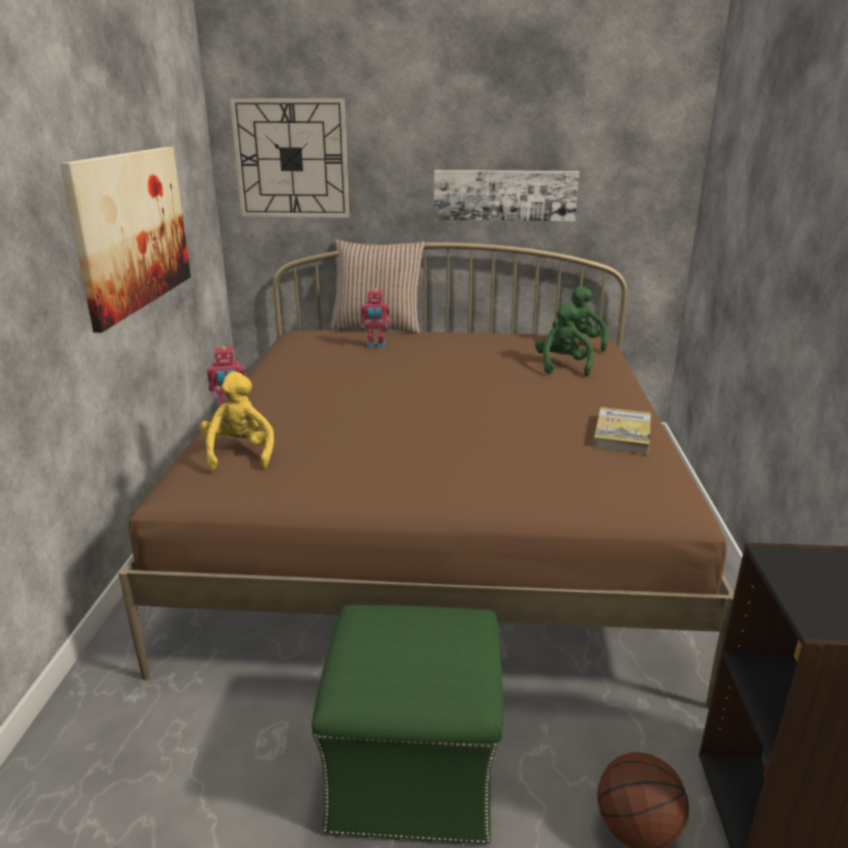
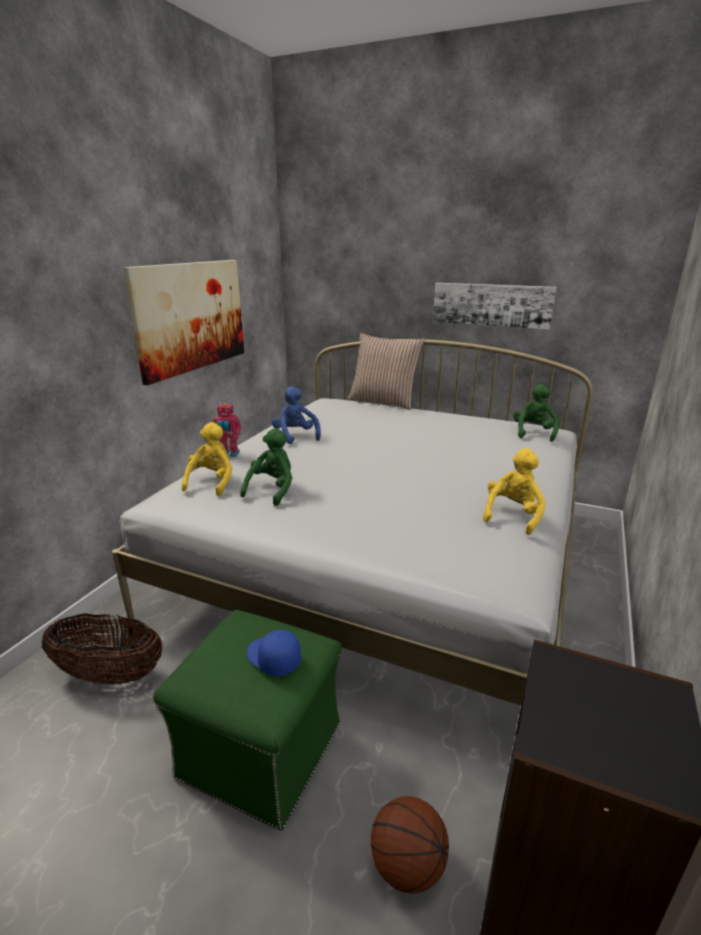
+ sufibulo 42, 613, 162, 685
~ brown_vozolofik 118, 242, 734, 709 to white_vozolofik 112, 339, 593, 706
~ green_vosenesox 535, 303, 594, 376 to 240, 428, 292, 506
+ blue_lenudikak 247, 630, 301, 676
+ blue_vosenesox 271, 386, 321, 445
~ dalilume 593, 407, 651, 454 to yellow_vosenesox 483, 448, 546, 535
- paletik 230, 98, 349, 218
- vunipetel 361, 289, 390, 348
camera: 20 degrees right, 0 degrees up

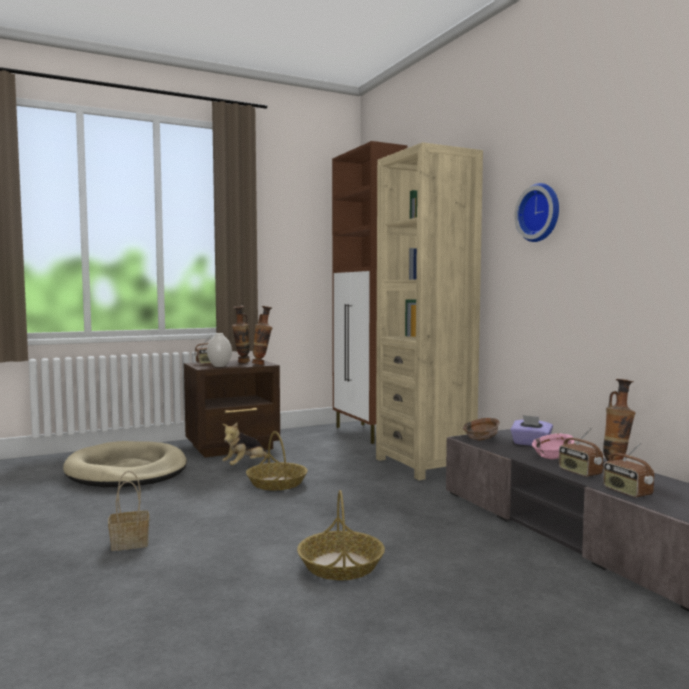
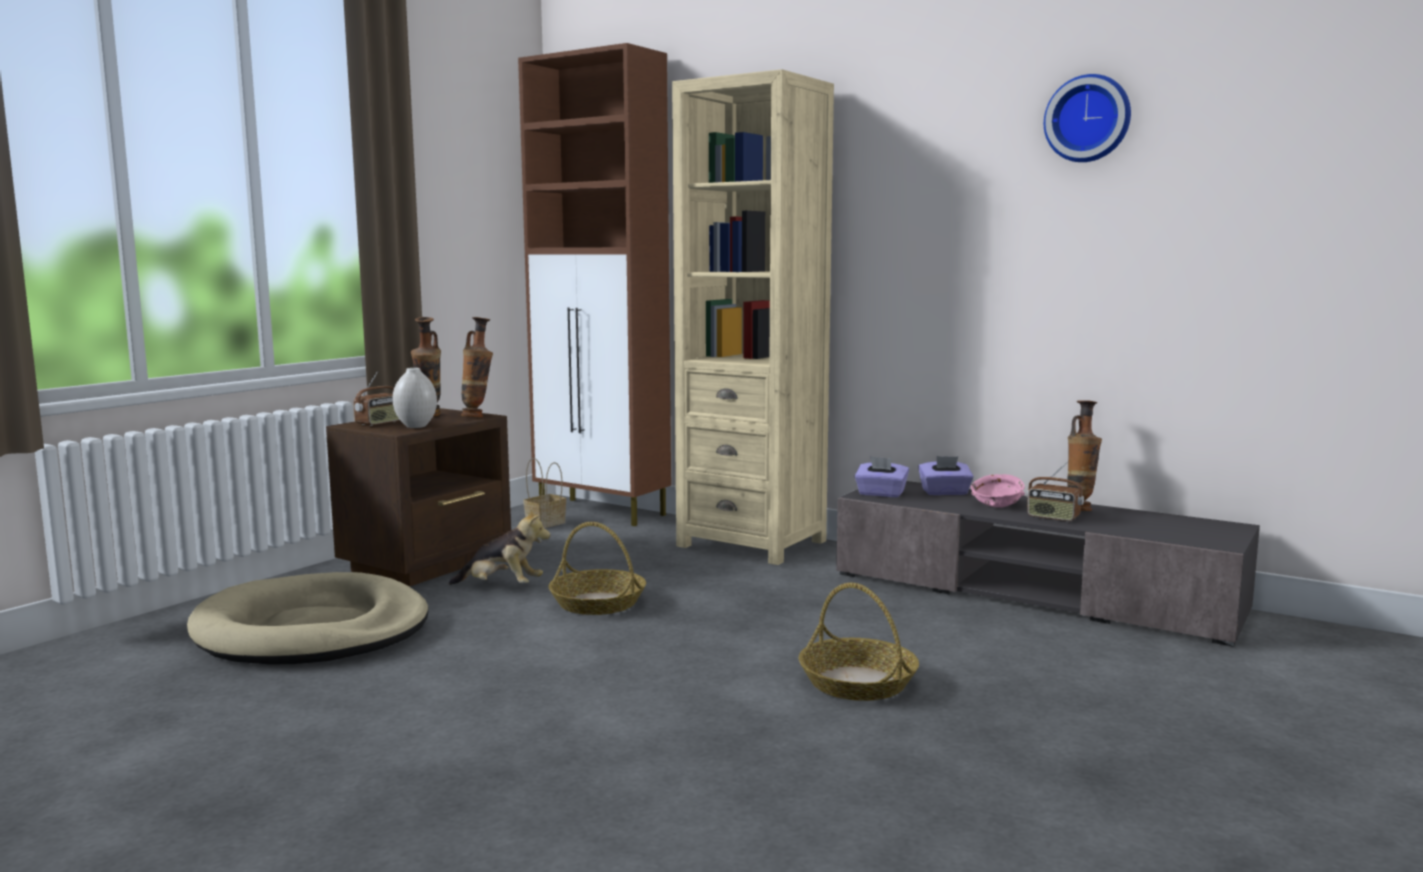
~ vosenesox 222, 423, 268, 465 = 449, 507, 551, 585 90 degrees counterclockwise
~ sufibulo 108, 471, 149, 551 to 523, 458, 566, 528
~ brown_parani 463, 418, 500, 440 to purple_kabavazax 855, 456, 909, 497
~ paletik 514, 183, 559, 242 to 1044, 74, 1131, 162
- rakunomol 603, 443, 654, 498
camera: 30 degrees left, 5 degrees up

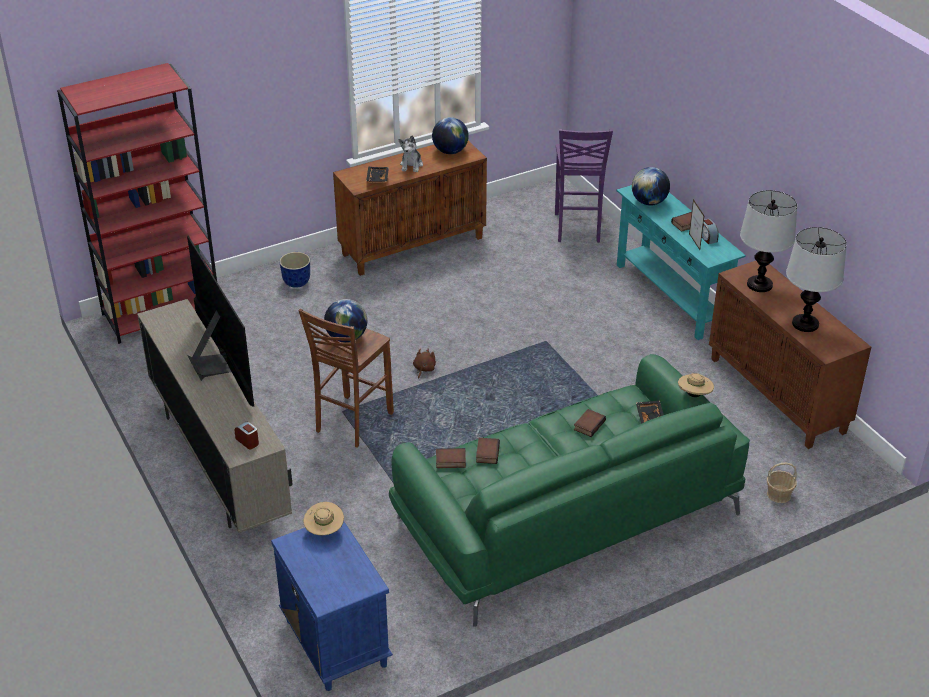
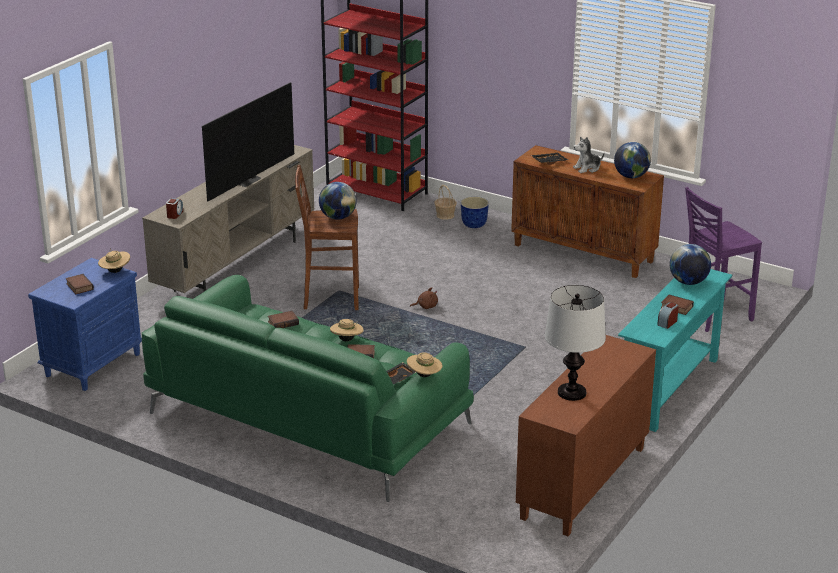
~ dalilume 436, 448, 466, 468 to 66, 274, 94, 294
+ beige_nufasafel 330, 319, 364, 341
~ sufibulo 767, 462, 797, 503 to 434, 185, 457, 220
- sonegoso 689, 199, 705, 250
- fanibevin 740, 190, 797, 292
camera: 60 degrees right, 10 degrees down

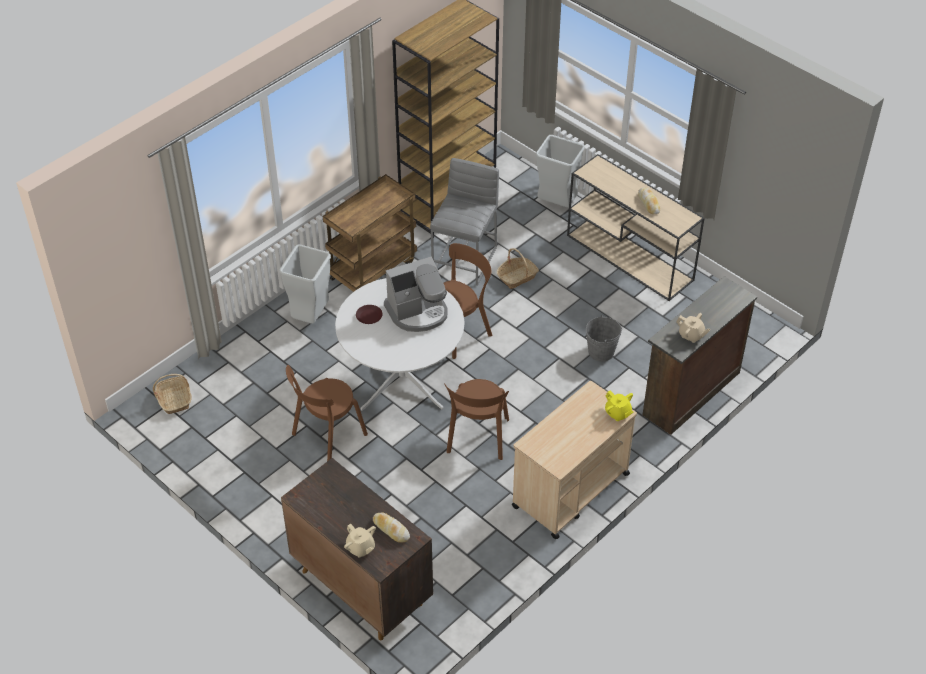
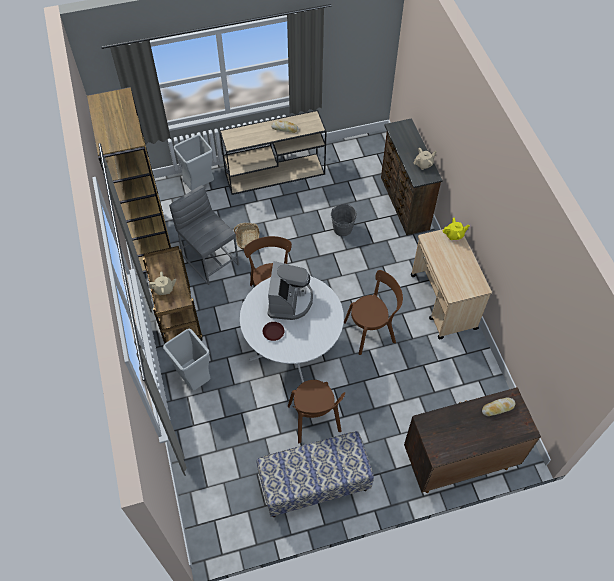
~ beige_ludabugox 344, 524, 376, 558 to 149, 271, 176, 295
+ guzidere 257, 431, 374, 517
~ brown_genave 444, 379, 509, 460 = 344, 270, 403, 355 60 degrees counterclockwise
- sufibulo 153, 374, 191, 414
camera: 60 degrees left, 10 degrees up

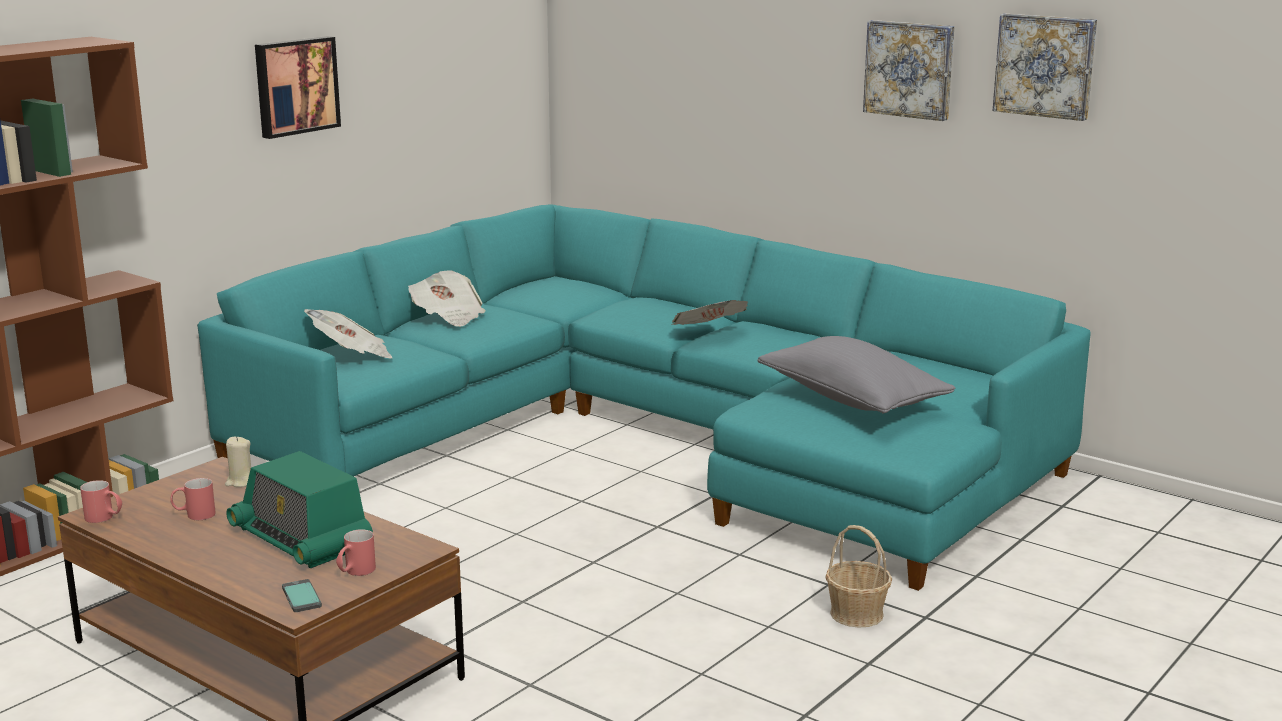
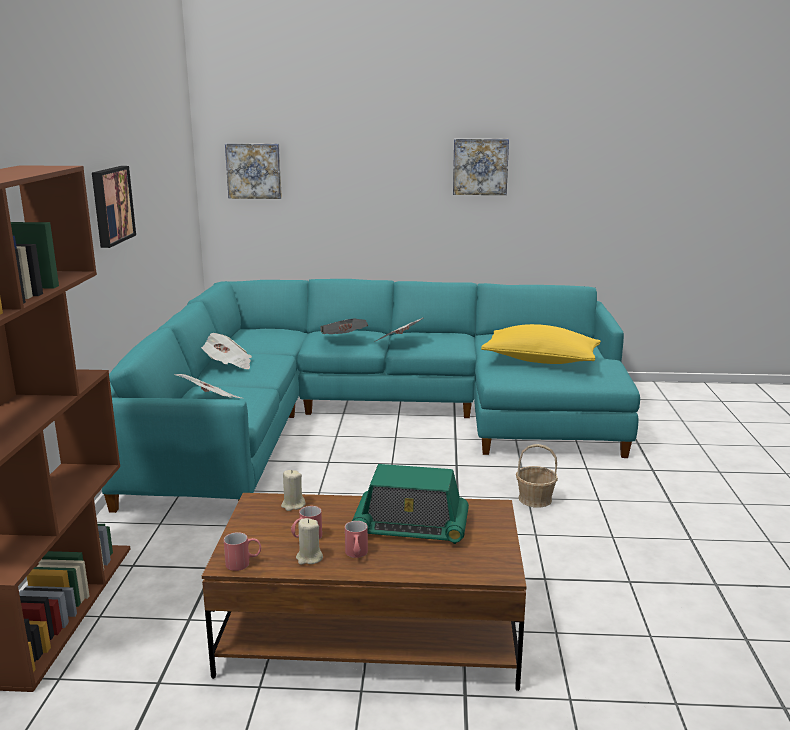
~ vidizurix 993, 13, 1097, 121 to 225, 143, 282, 199
+ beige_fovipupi 296, 518, 323, 565
+ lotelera 320, 319, 368, 334
~ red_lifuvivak 336, 529, 376, 576 to 345, 521, 368, 558
~ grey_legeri 757, 336, 955, 414 to yellow_legeri 481, 324, 601, 364
~ sufibulo 825, 525, 892, 628 to 516, 444, 558, 508
- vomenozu 282, 579, 322, 612
camera: 35 degrees left, 0 degrees up

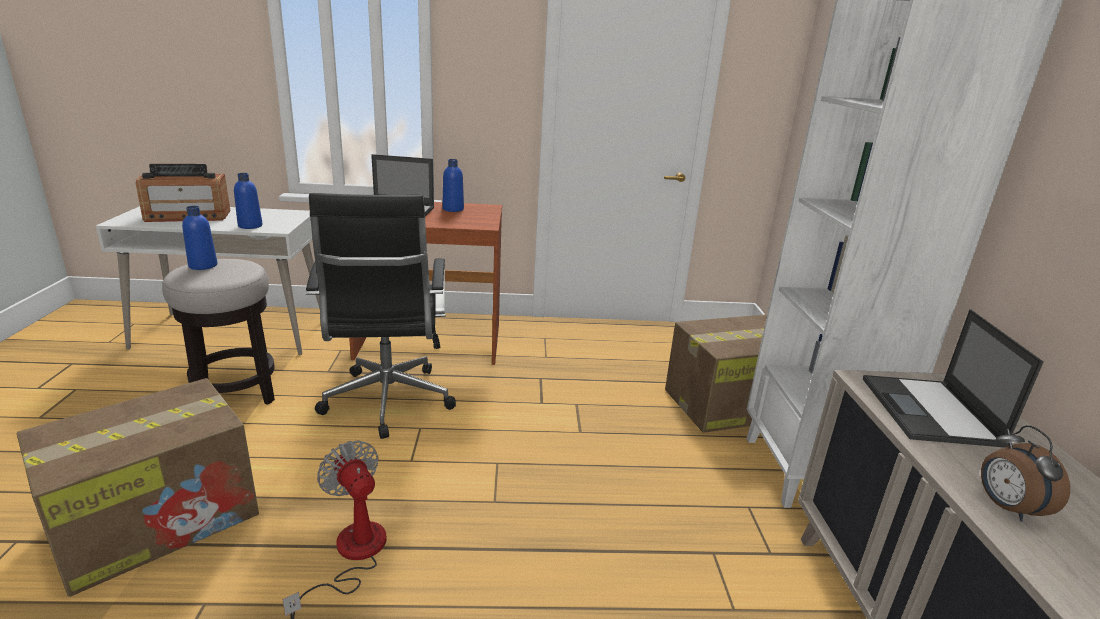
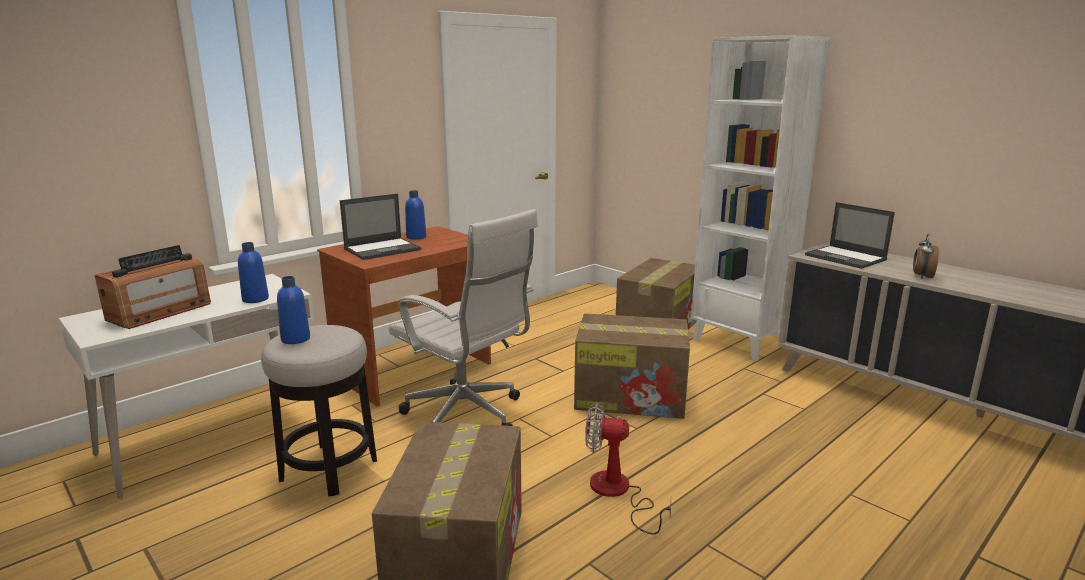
~ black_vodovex 305, 193, 456, 439 to white_vodovex 389, 209, 538, 426
+ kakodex 574, 313, 690, 419
~ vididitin 981, 425, 1070, 522 = 913, 234, 939, 279 75 degrees clockwise
camera: 40 degrees left, 5 degrees down

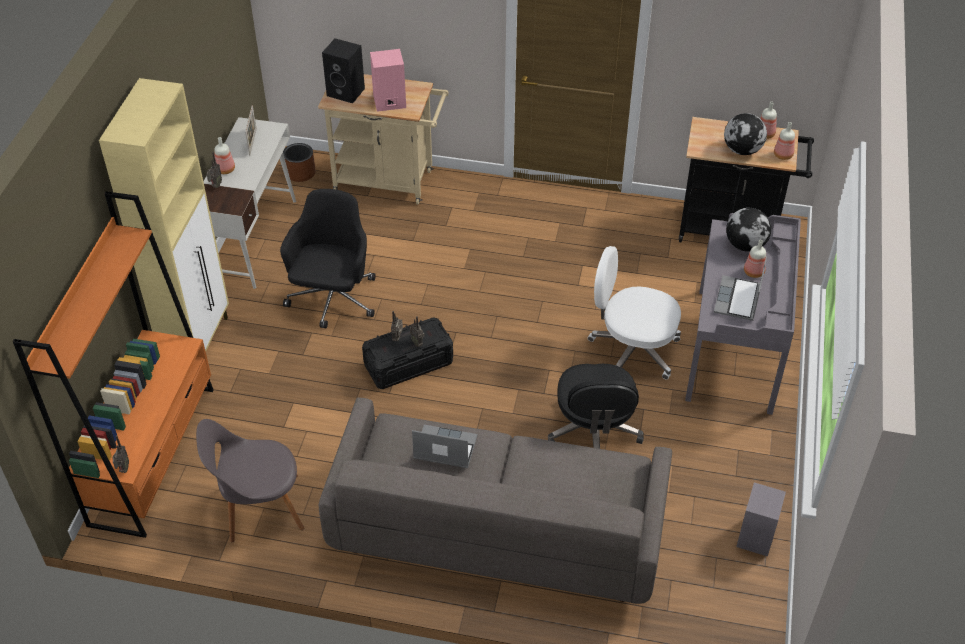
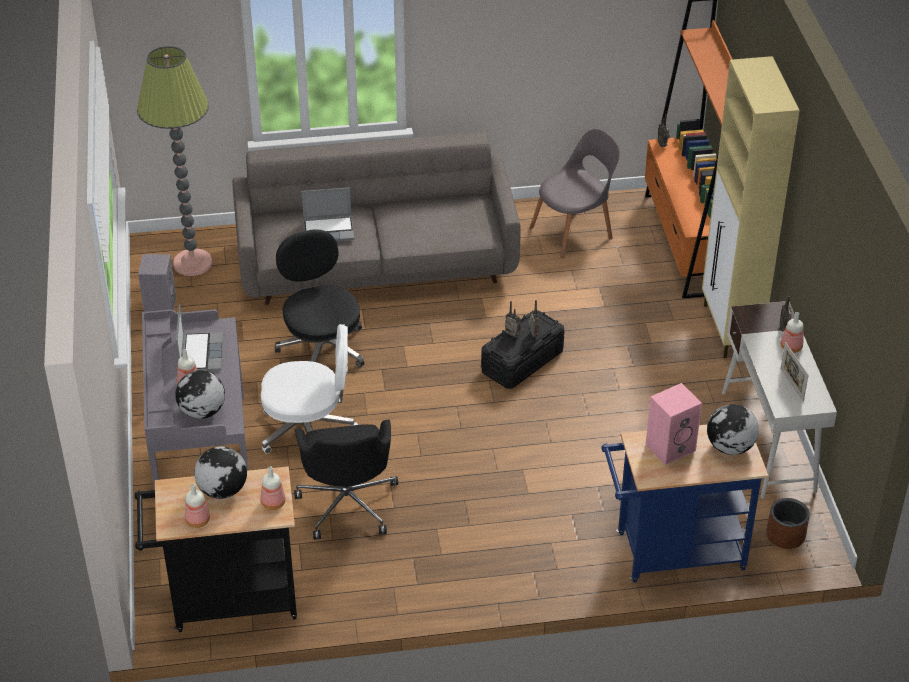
+ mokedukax 137, 46, 212, 276
~ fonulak 774, 122, 795, 160 to 261, 466, 286, 510
~ black_vodovex 280, 189, 376, 328 to 294, 420, 398, 540
~ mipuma 412, 425, 478, 468 to 302, 187, 354, 241
~ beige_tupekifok 318, 74, 449, 205 to blue_tupekifok 601, 425, 769, 583
~ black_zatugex 322, 38, 365, 103 to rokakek 707, 404, 759, 455
camera: 160 degrees right, 5 degrees down

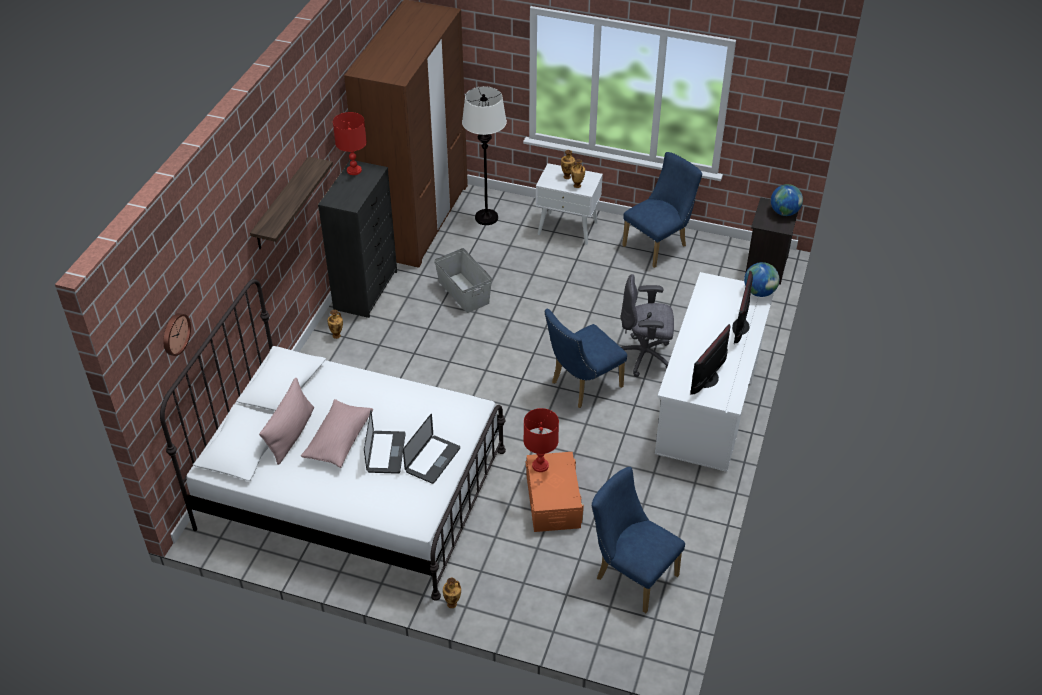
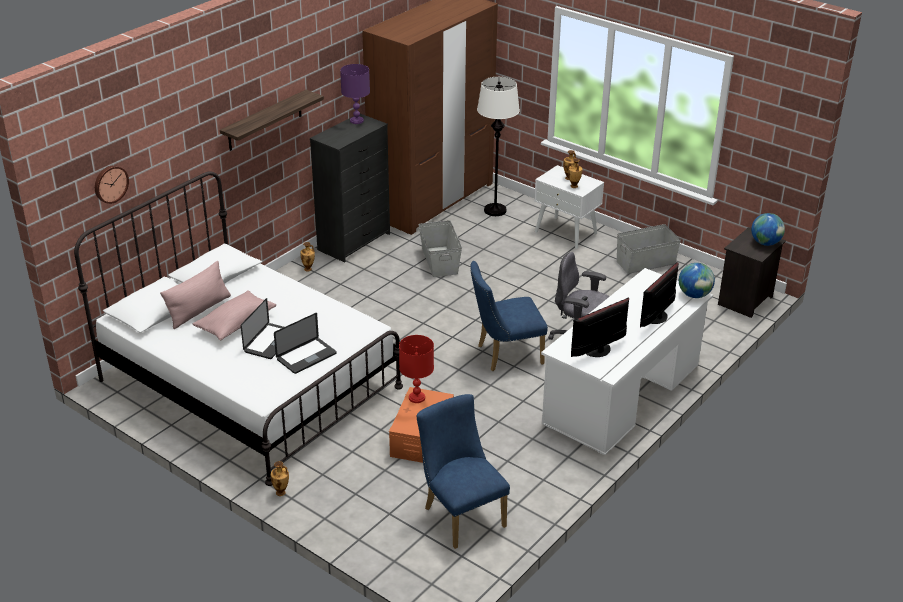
~ red_fanibevin 333, 112, 367, 175 to purple_fanibevin 340, 64, 370, 124
~ blue_genave 622, 152, 702, 268 to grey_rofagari 617, 224, 681, 274
camera: 20 degrees right, 10 degrees down

